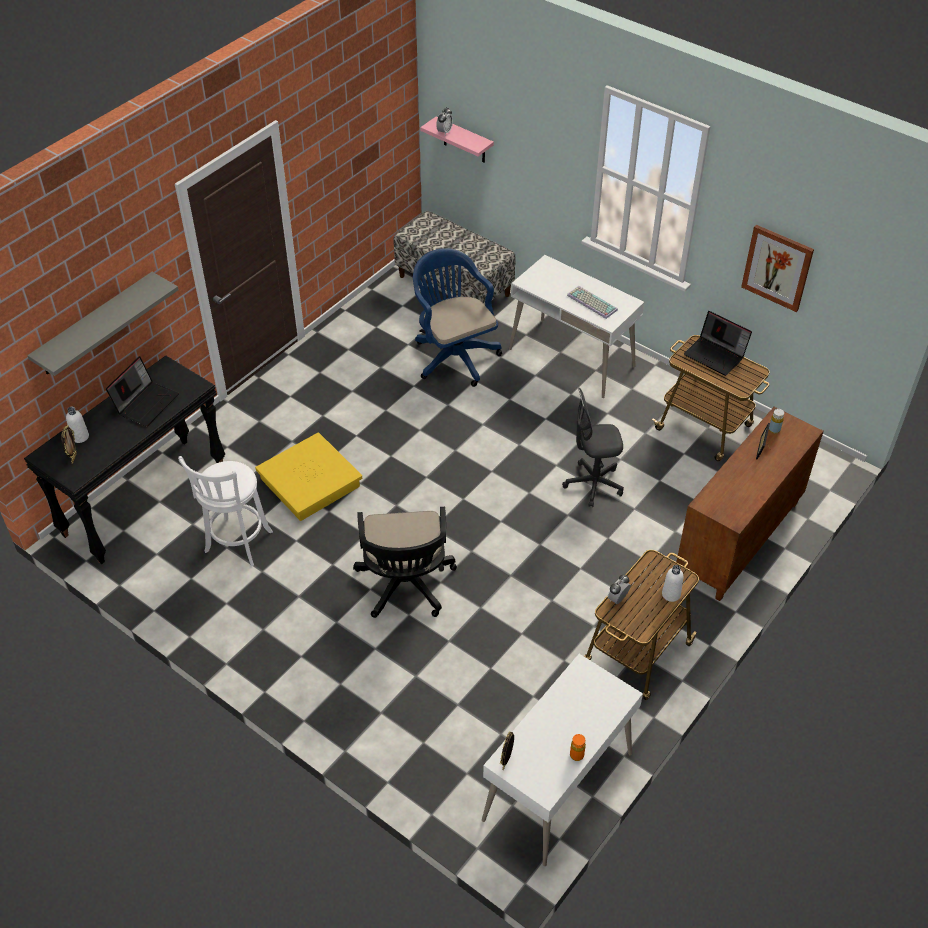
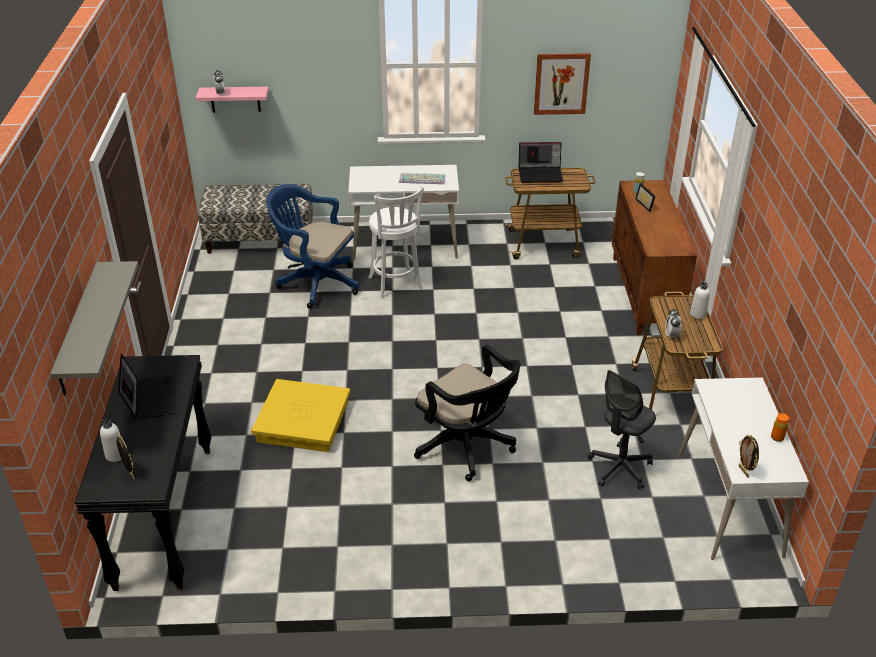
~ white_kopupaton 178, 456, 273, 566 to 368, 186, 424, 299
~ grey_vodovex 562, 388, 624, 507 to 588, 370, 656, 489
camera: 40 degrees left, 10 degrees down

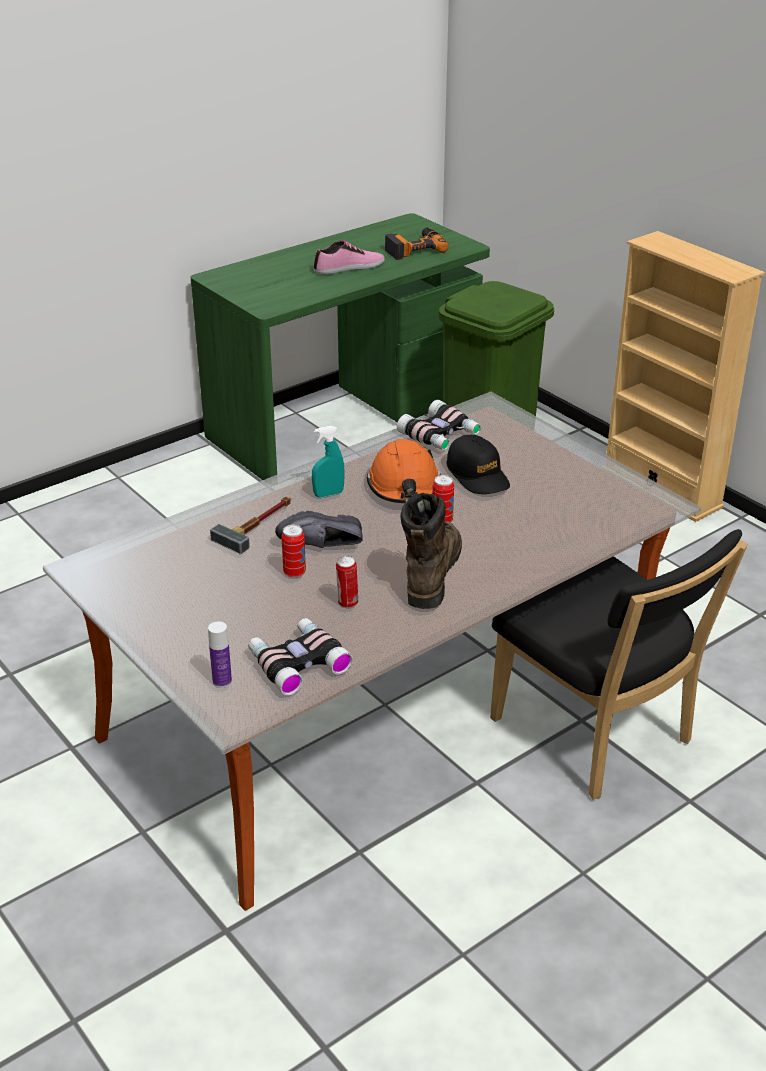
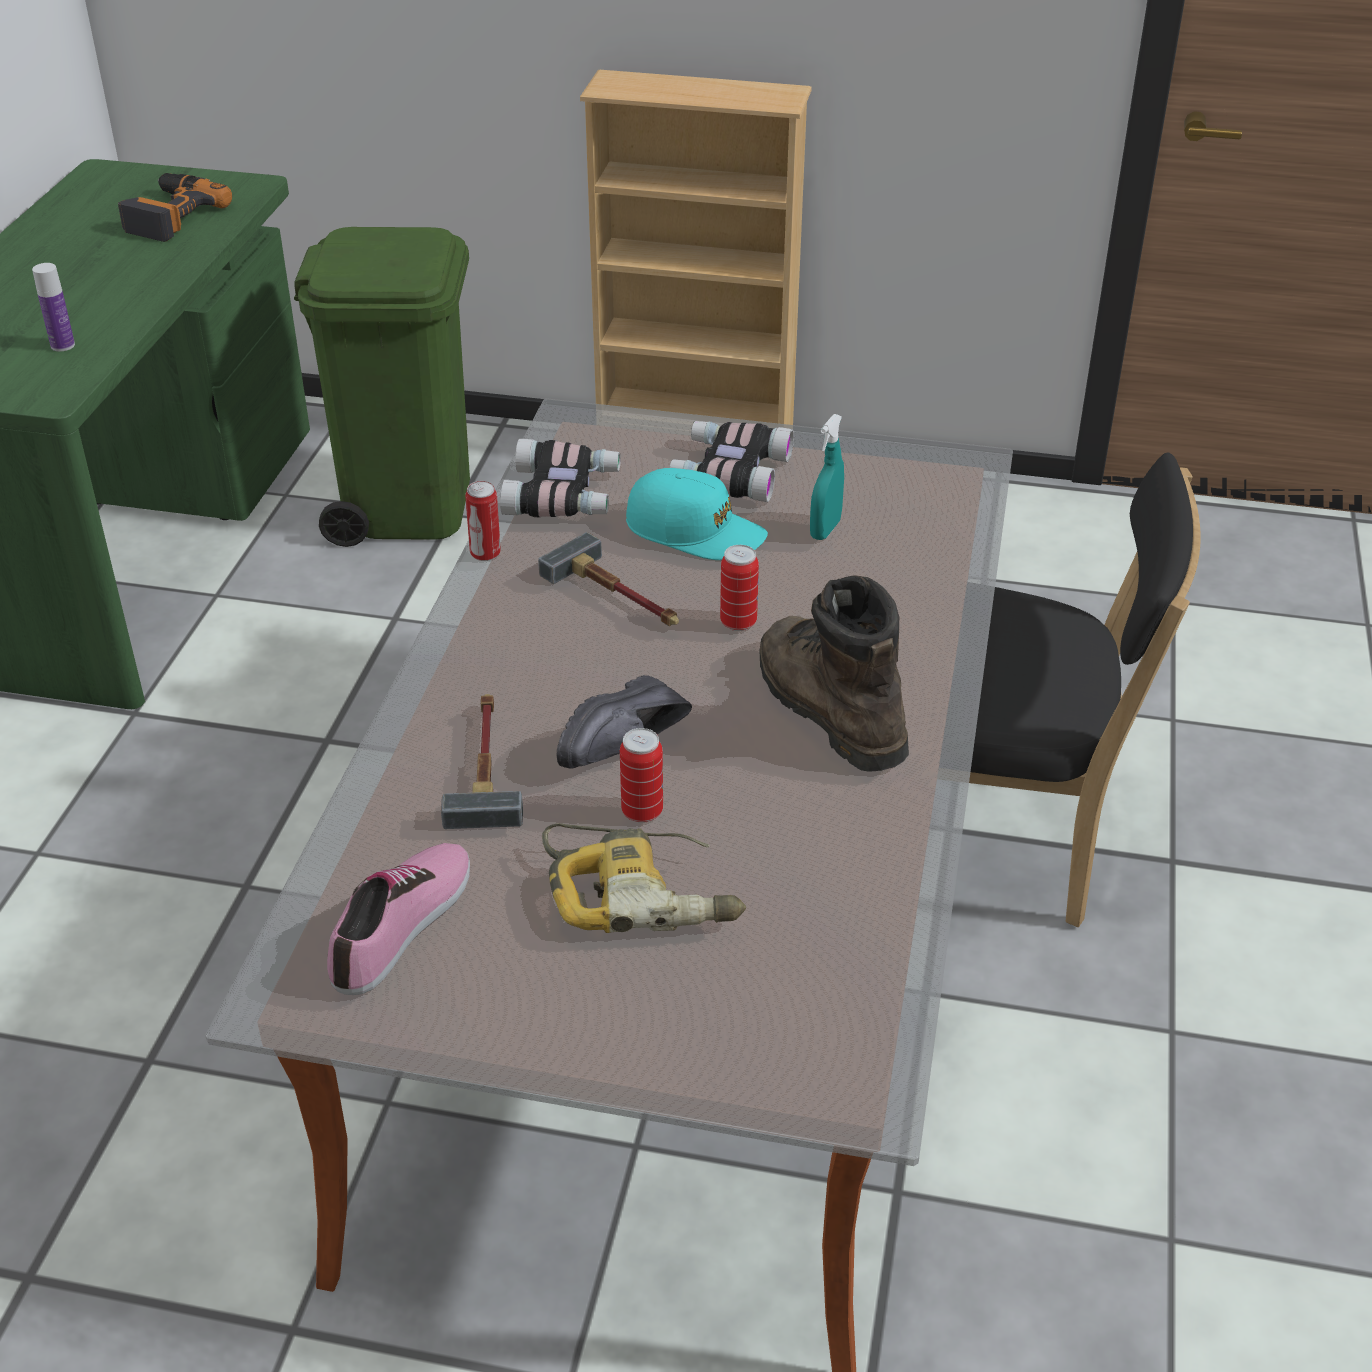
~ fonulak 208, 621, 232, 688 to 32, 263, 75, 351
~ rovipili 314, 240, 385, 275 to 327, 843, 470, 995
~ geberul 336, 556, 358, 608 to 465, 481, 501, 561
~ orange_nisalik 366, 439, 441, 503 to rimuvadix 538, 532, 679, 626
+ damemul 542, 823, 746, 933
~ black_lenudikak 447, 435, 510, 494 to turquoise_lenudikak 626, 468, 768, 560
~ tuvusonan 248, 618, 353, 696 to 669, 421, 794, 502
~ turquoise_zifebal 312, 426, 345, 497 to 810, 414, 844, 540
camera: 40 degrees left, 5 degrees up

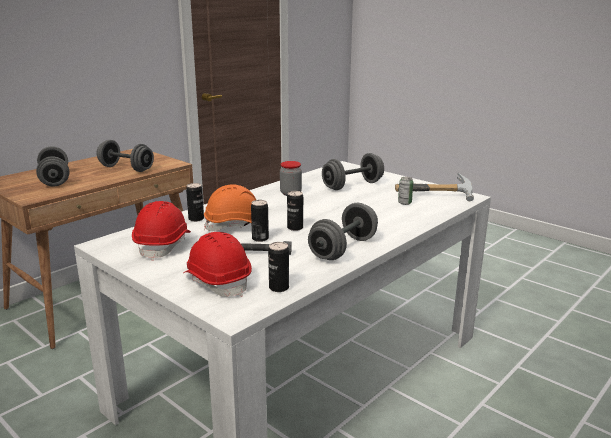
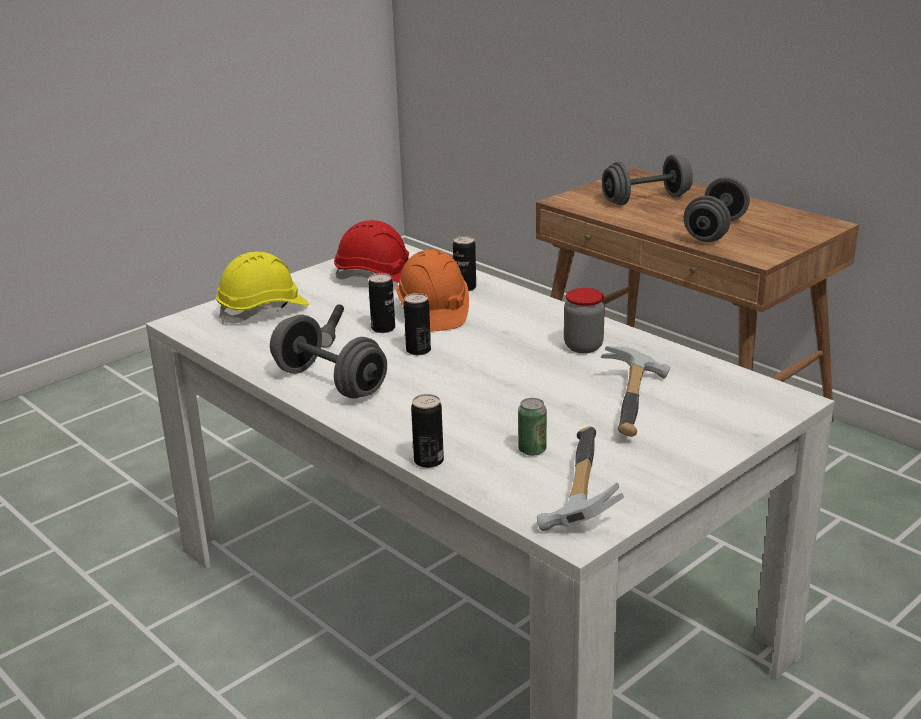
~ red_nisalik 184, 232, 252, 297 to yellow_nisalik 216, 252, 309, 324
~ geberul 268, 242, 289, 292 to 411, 394, 444, 468
~ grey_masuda 322, 153, 384, 190 to rimuvadix 601, 346, 670, 437
camera: 95 degrees right, 5 degrees up

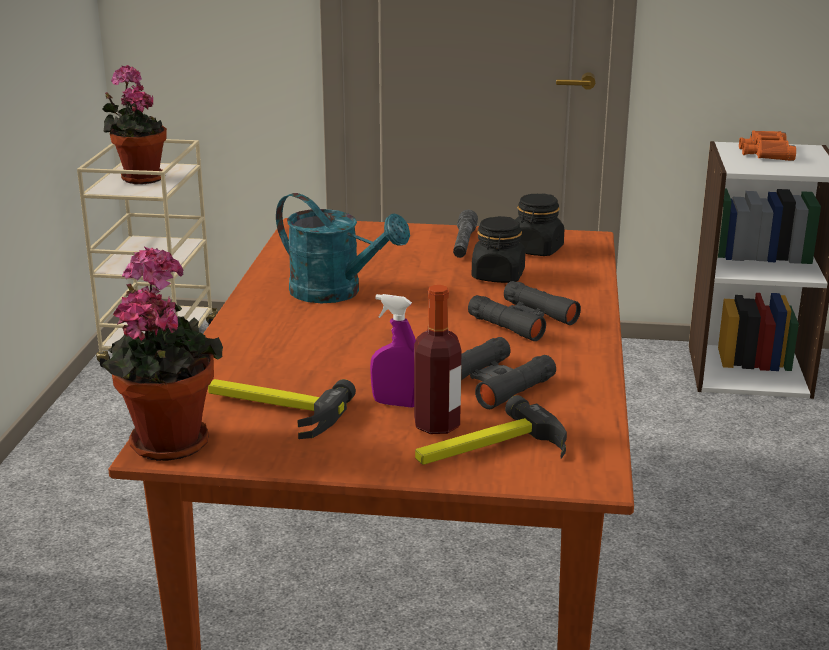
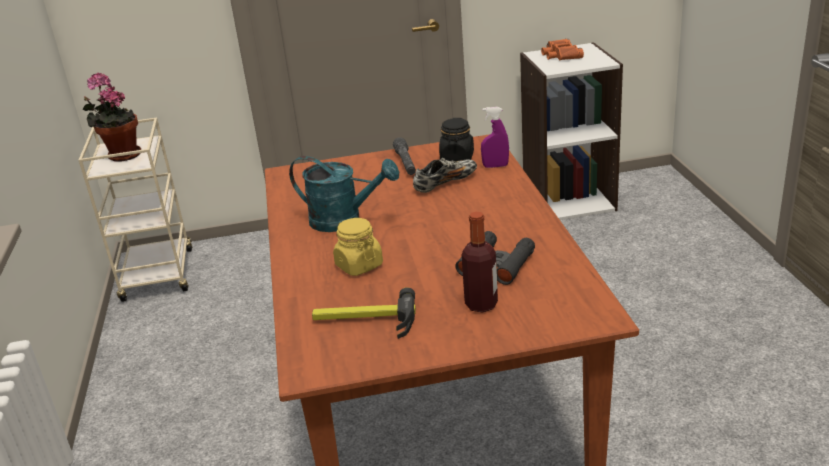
+ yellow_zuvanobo 333, 218, 383, 276
~ black_zuvanobo 472, 216, 525, 283 to rovipili 413, 158, 477, 193
~ purple_zifebal 370, 294, 416, 407 to 481, 107, 509, 168
- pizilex 101, 247, 223, 461
- rimuvadix 415, 395, 567, 465
- black_tuvusonan 468, 281, 581, 341
camera: 15 degrees left, 5 degrees up

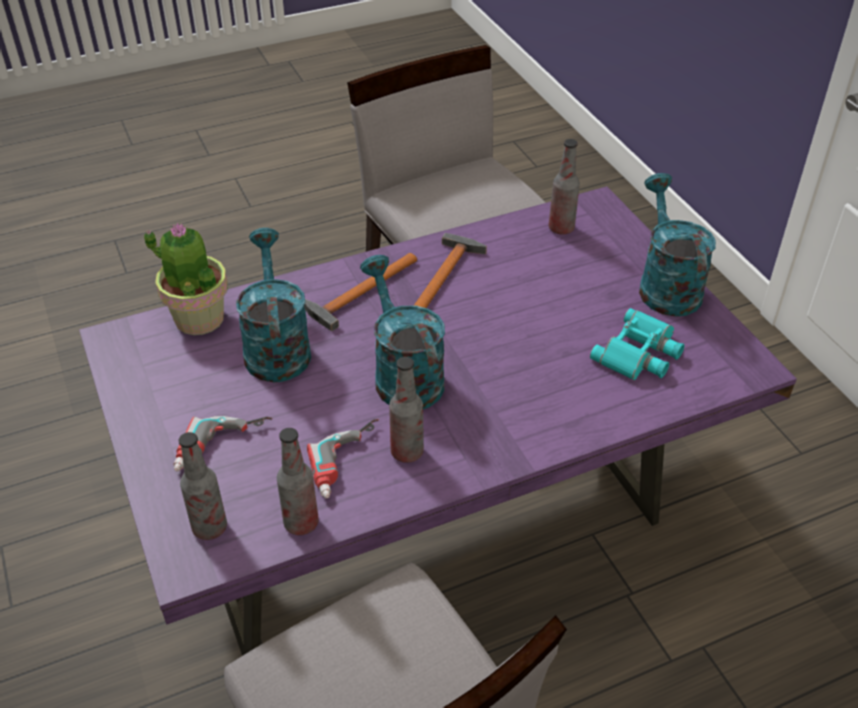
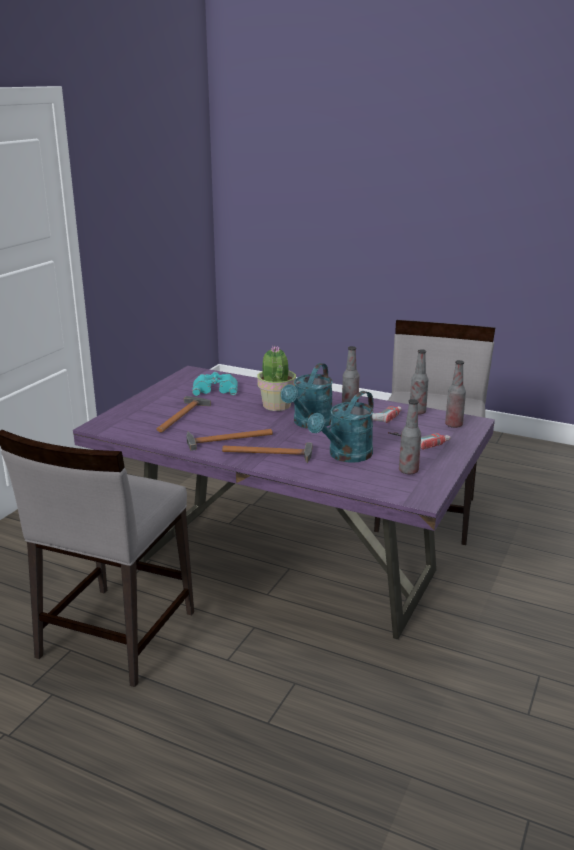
+ rimuvadix 156, 396, 211, 432
~ pizilex 144, 222, 228, 335 to 257, 346, 296, 411
~ fonulak 549, 139, 580, 235 to 399, 399, 421, 474
- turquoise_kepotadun 639, 173, 716, 317
camera: 130 degrees left, 20 degrees down

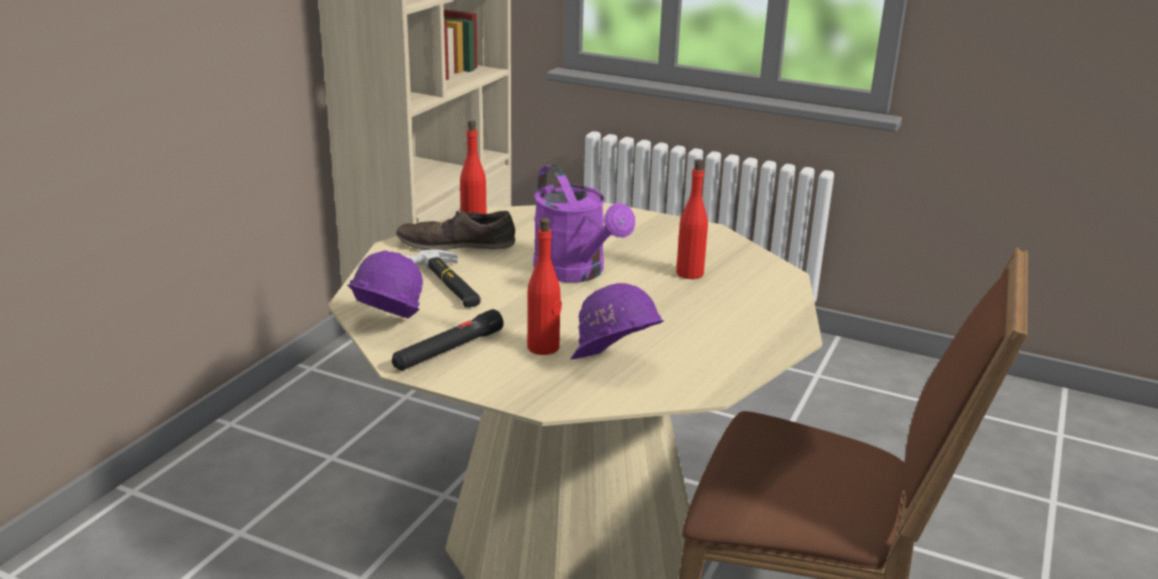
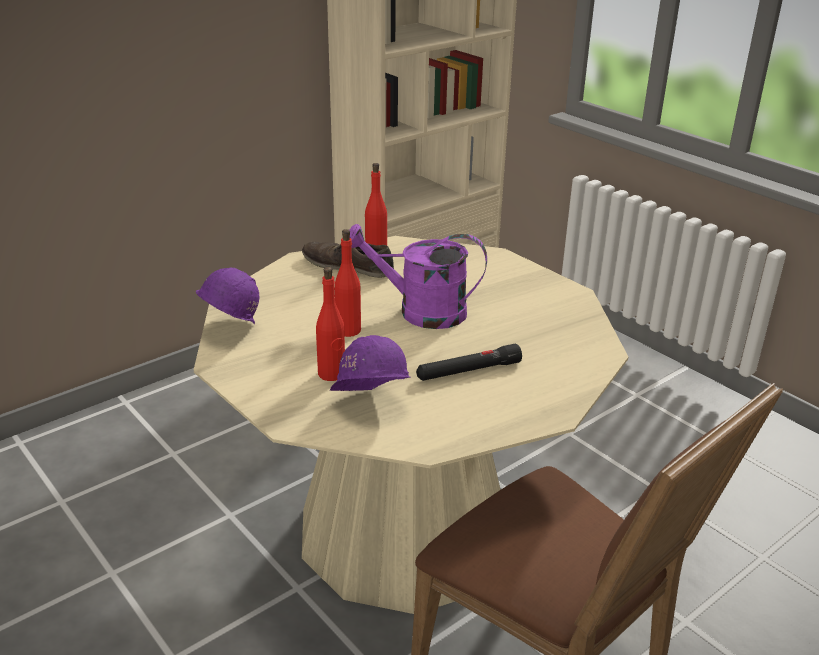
~ red_fonulak 676, 159, 708, 279 to 334, 229, 361, 337
~ purple_kepotadun 533, 164, 635, 282 = 350, 224, 487, 329 105 degrees clockwise
~ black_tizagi 392, 309, 504, 371 to 416, 344, 522, 381
- rimuvadix 403, 249, 481, 308
camera: 25 degrees right, 5 degrees up

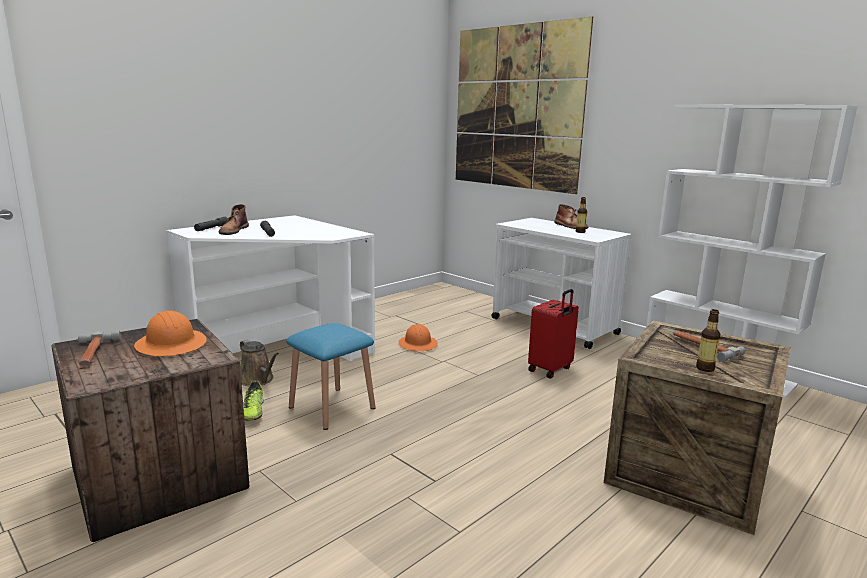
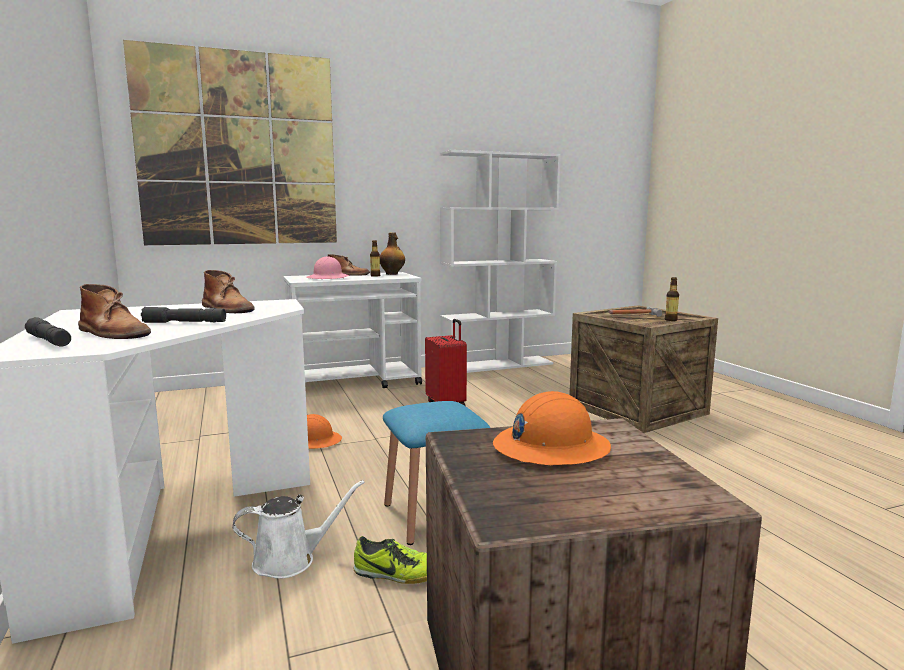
+ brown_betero 202, 270, 255, 313
~ brown_kepotadun 240, 340, 279, 386 to white_kepotadun 232, 480, 365, 579
+ pink_nisalik 306, 256, 349, 279
+ fonulak 380, 232, 405, 275
- rimuvadix 78, 330, 121, 366
camera: 65 degrees left, 5 degrees down

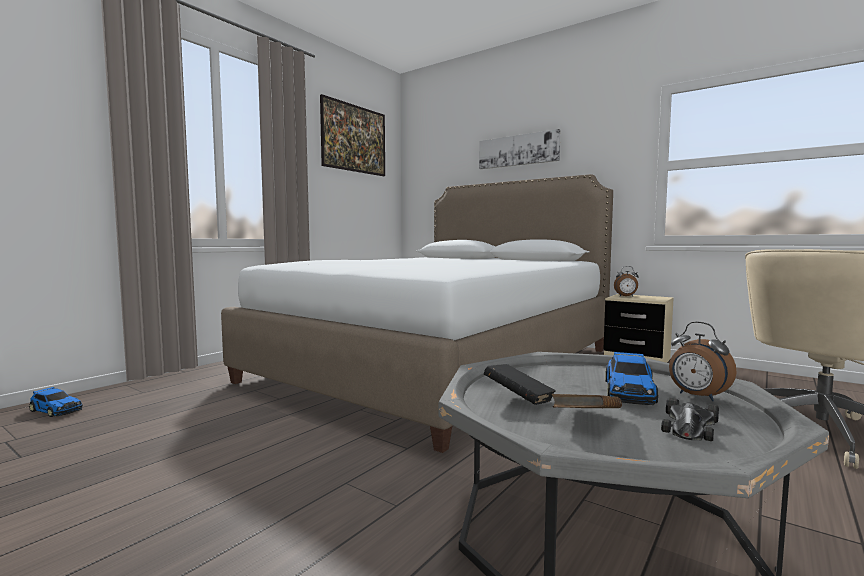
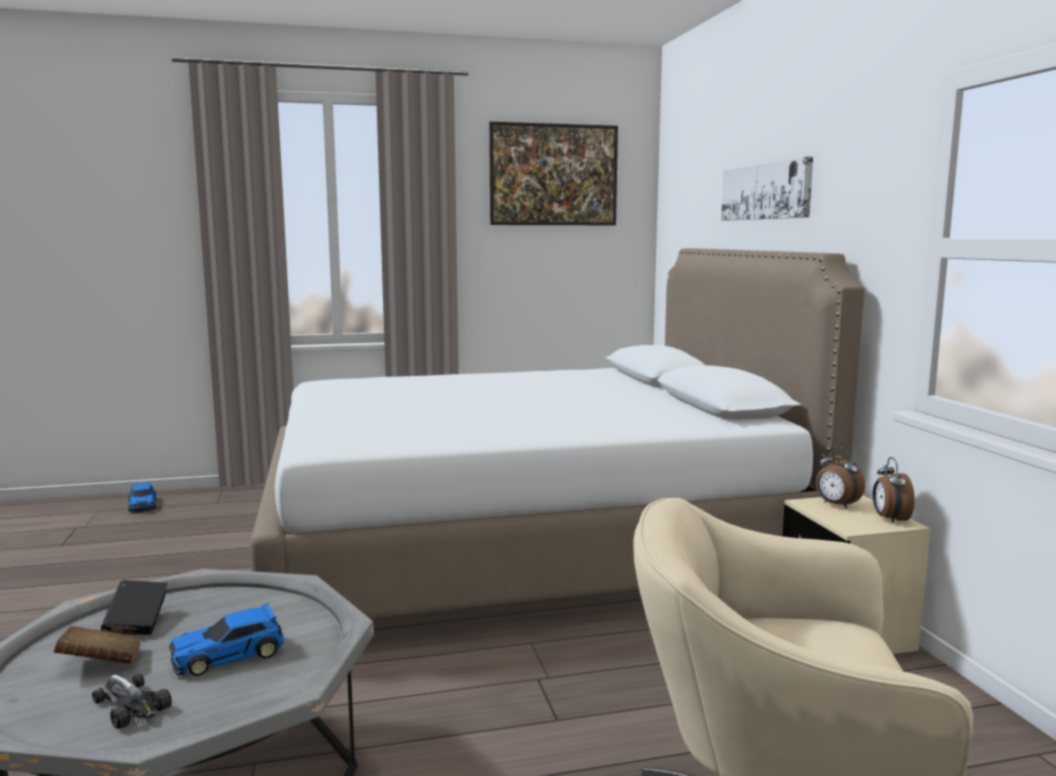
~ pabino 661, 398, 719, 441 = 92, 674, 172, 729 60 degrees clockwise
~ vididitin 669, 322, 737, 401 to 873, 457, 915, 524
camera: 40 degrees right, 5 degrees up

